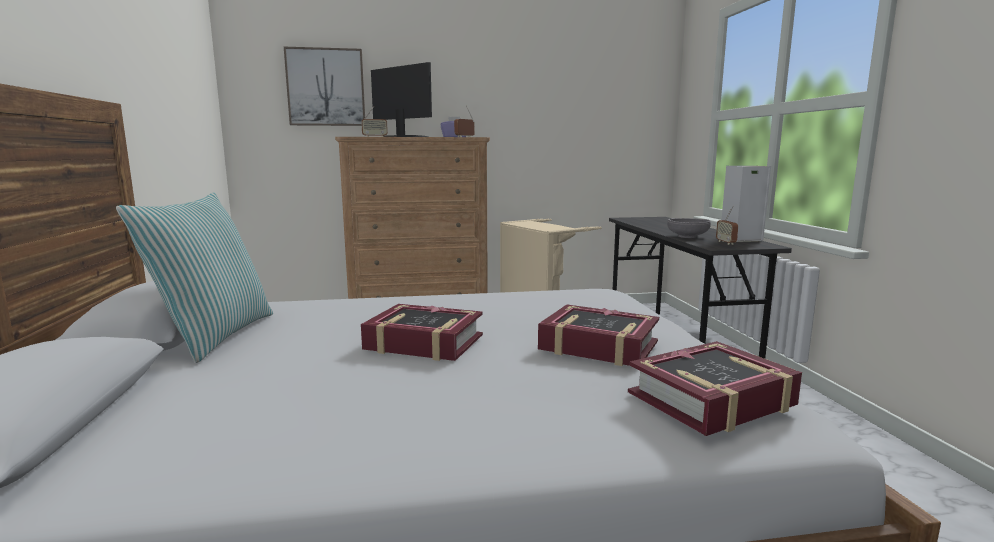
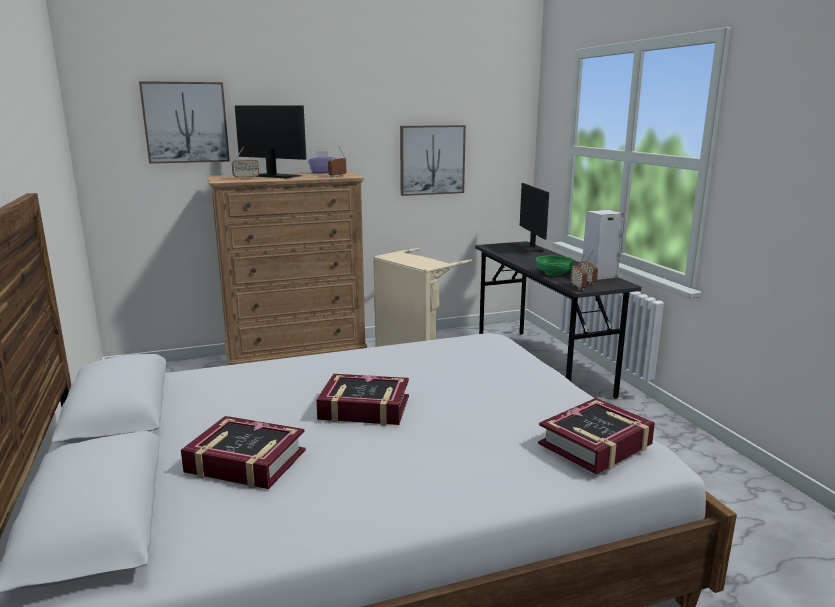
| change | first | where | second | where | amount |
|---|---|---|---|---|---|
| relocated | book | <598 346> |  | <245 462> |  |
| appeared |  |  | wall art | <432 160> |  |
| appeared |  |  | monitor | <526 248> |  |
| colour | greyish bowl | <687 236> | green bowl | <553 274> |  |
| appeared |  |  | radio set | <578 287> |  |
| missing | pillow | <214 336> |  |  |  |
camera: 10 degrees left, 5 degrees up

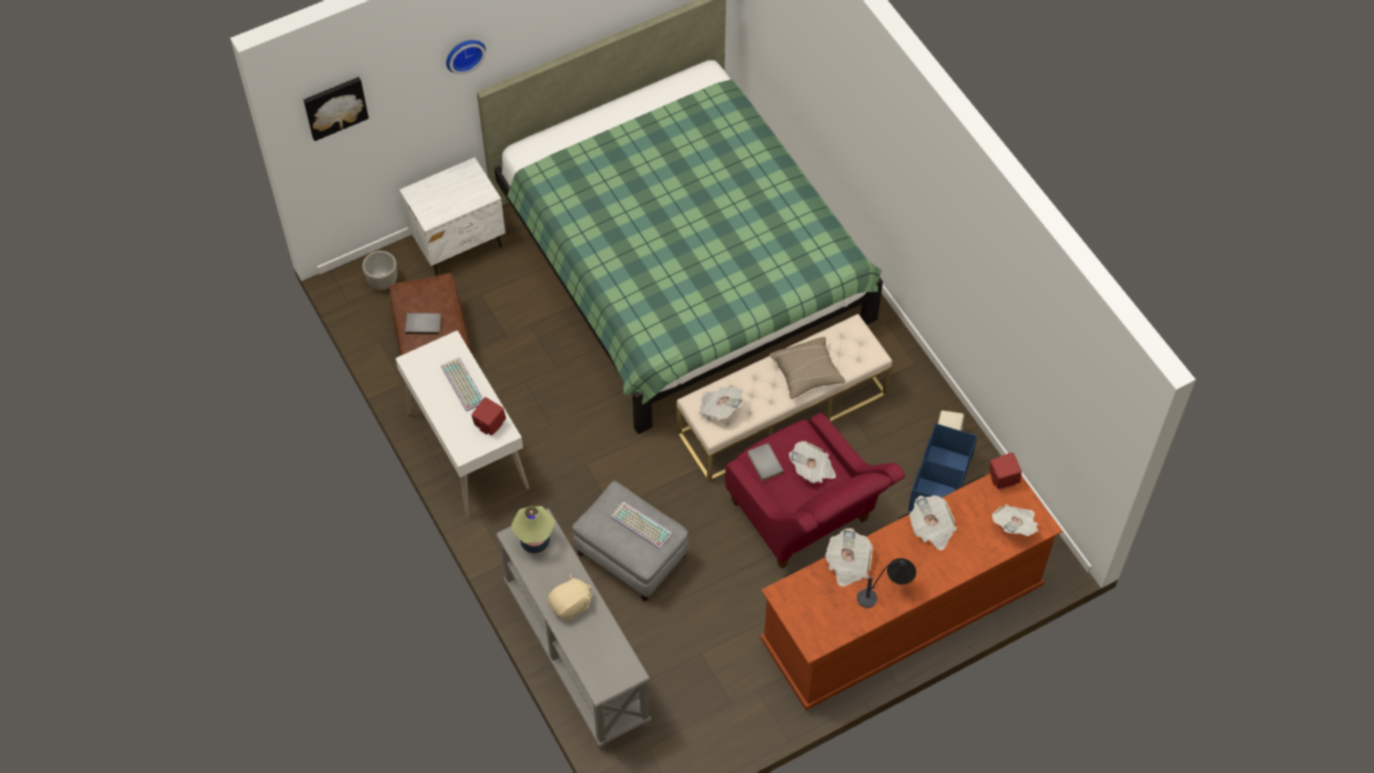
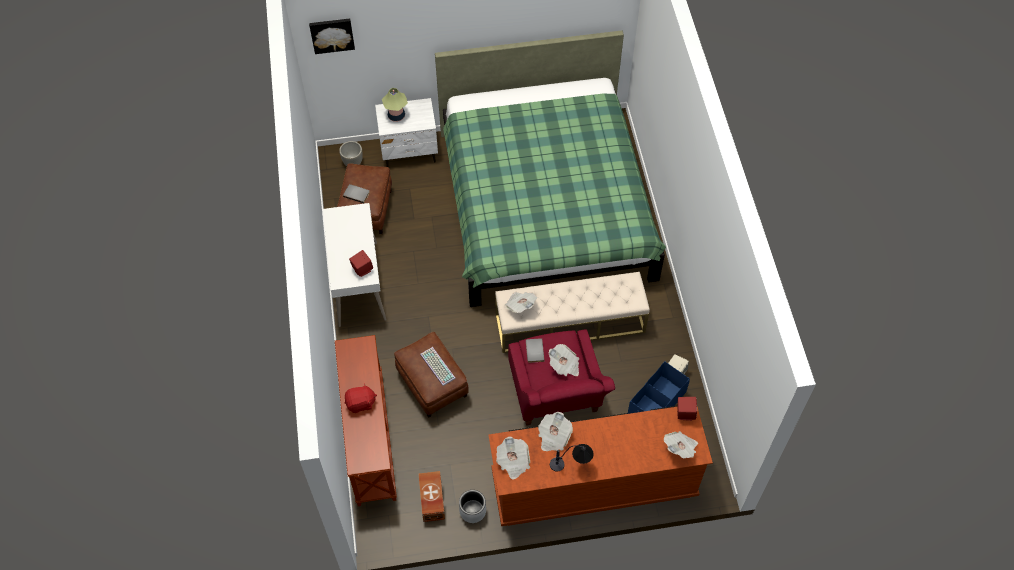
| change | first | where | second | where | amount |
|---|---|---|---|---|---|
| colour | greyish console table | <575 654> | brown-coloured console table | <369 437> |  |
| colour | beige cuddly toy | <571 605> | red cuddly toy | <361 403> |  |
| relocated | tabletop lamp | <535 542> |  | <396 116> |  |
| colour | greyish footrest | <630 555> | brown-coloured footrest | <432 384> |  |
| appeared |  |  | brown-coloured storage bin | <431 501> |  |
| appeared |  |  | greyish plant pot | <472 511> |  |
| relocated | newspaper | <932 529> |  | <513 462> |  |
| missing | PC keyboard | <461 384> |  |  |  |
| missing | hanging clock | <464 54> |  |  |  |
| missing | beige pillow | <807 373> |  |  |  |
camera: 20 degrees right, 0 degrees up

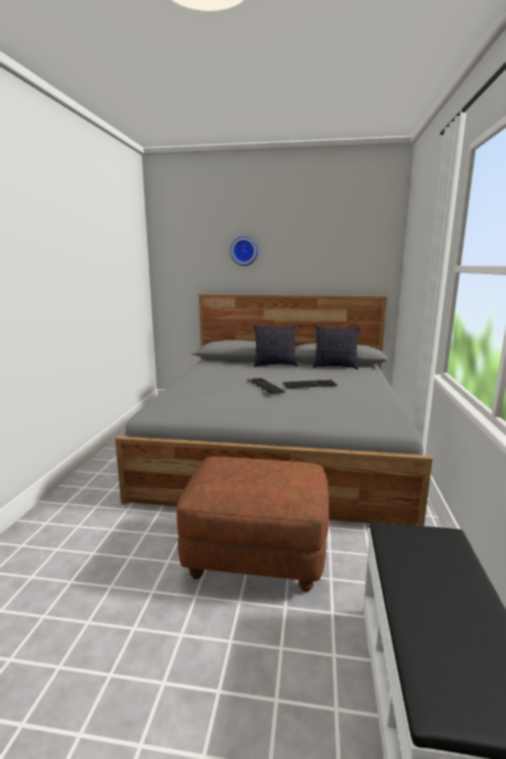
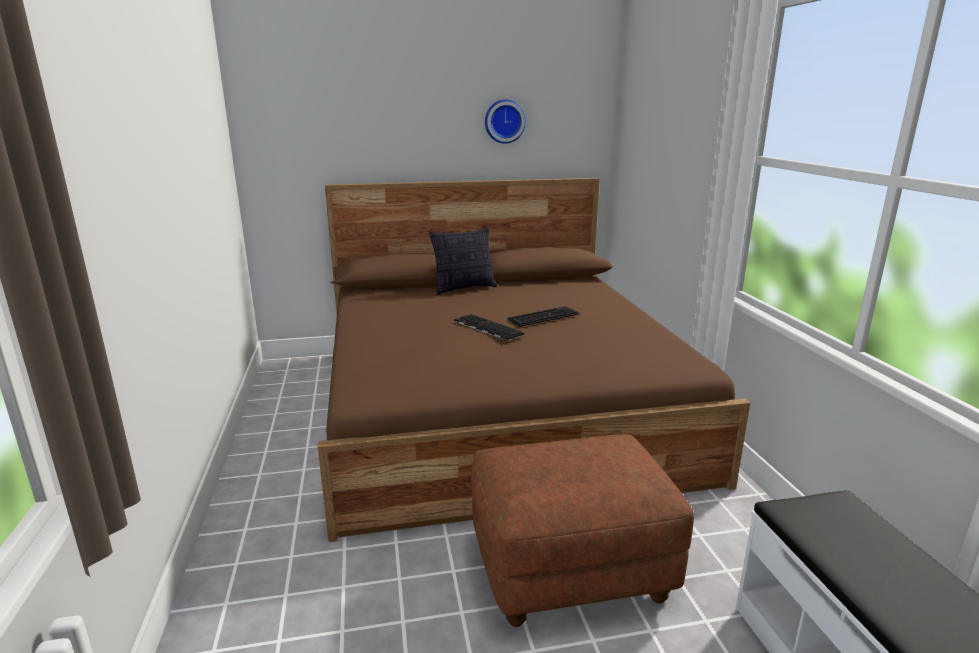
| change | first | where | second | where | amount |
|---|---|---|---|---|---|
| colour | greyish bedroom bed | <279 447> | brown-coloured bedroom bed | <497 407> |  |
| relocated | hanging clock | <244 251> |  | <504 121> |  |
| missing | pillow | <335 367> |  |  |  |
camera: 20 degrees left, 5 degrees up

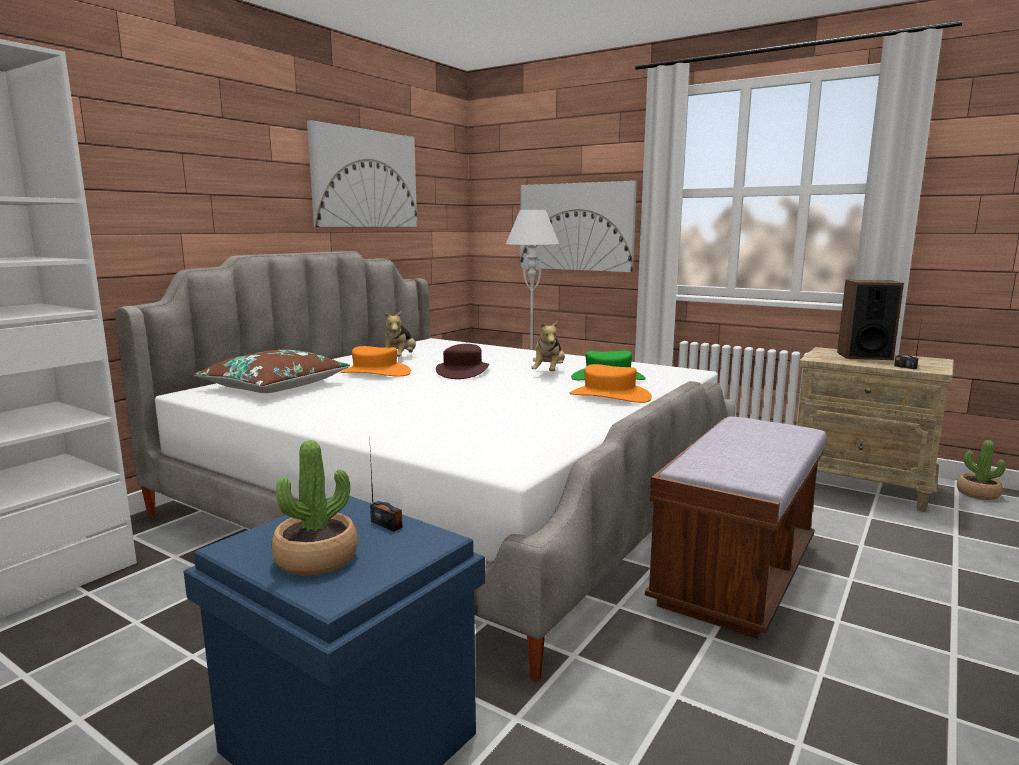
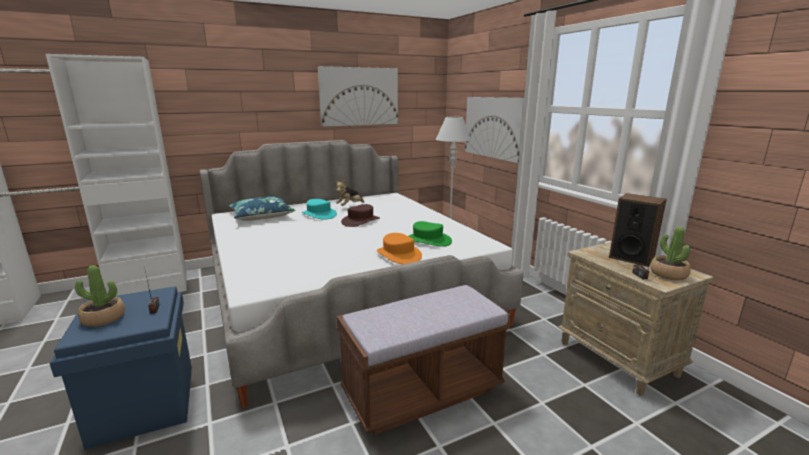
| change | first | where | second | where | amount |
|---|---|---|---|---|---|
| colour | brown-coloured pillow | <275 386> | bluish pillow | <262 216> |  |
| colour | orangey hat | <375 373> | turquoise-coloured hat | <319 214> |  |
| relocated | potted plant | <978 494> |  | <668 274> |  |
| missing | cuddly toy | <549 373> |  |  |  |
camera: 30 degrees right, 5 degrees up

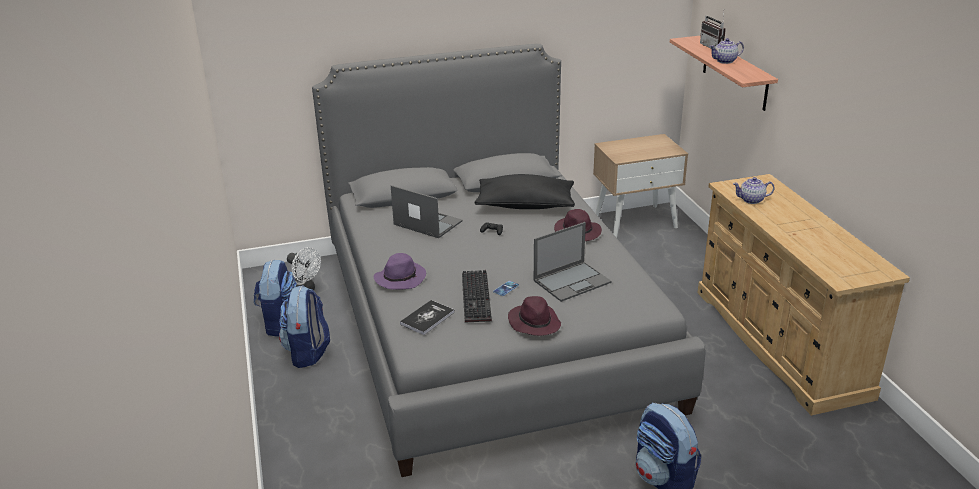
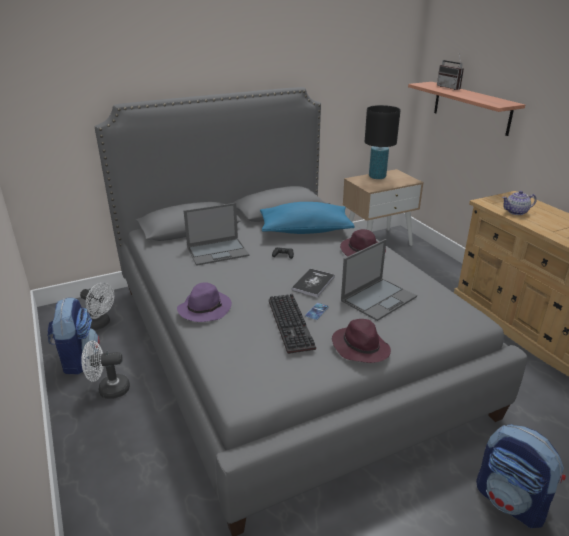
| change | first | where | second | where | amount |
|---|---|---|---|---|---|
| exchanged | backpack | <308 353> | whitish cooling fan | <109 390> |  |
| spun | notebook computer | <427 223> |  | <218 251> | 135 degrees clockwise |
| colour | blackish pillow | <525 205> | bluish pillow | <305 230> |  |
| relocated | book | <427 318> |  | <313 283> |  |
| appeared |  |  | blackish tabletop lamp | <377 177> |  |
| missing | teapot | <725 61> |  |  |  |
camera: 10 degrees left, 0 degrees up

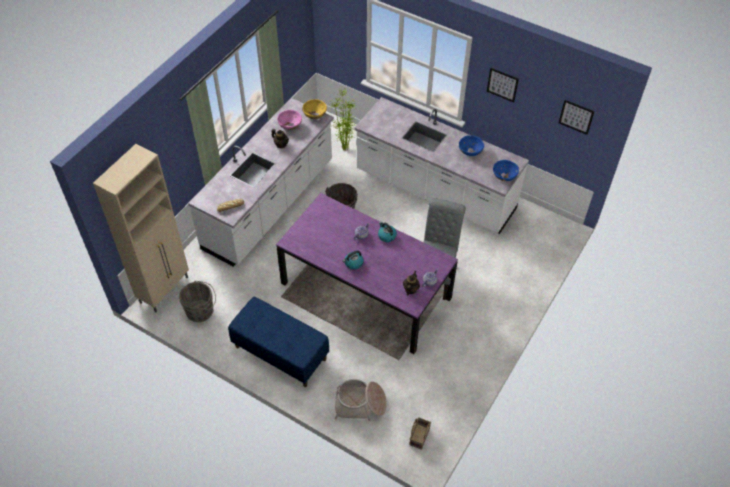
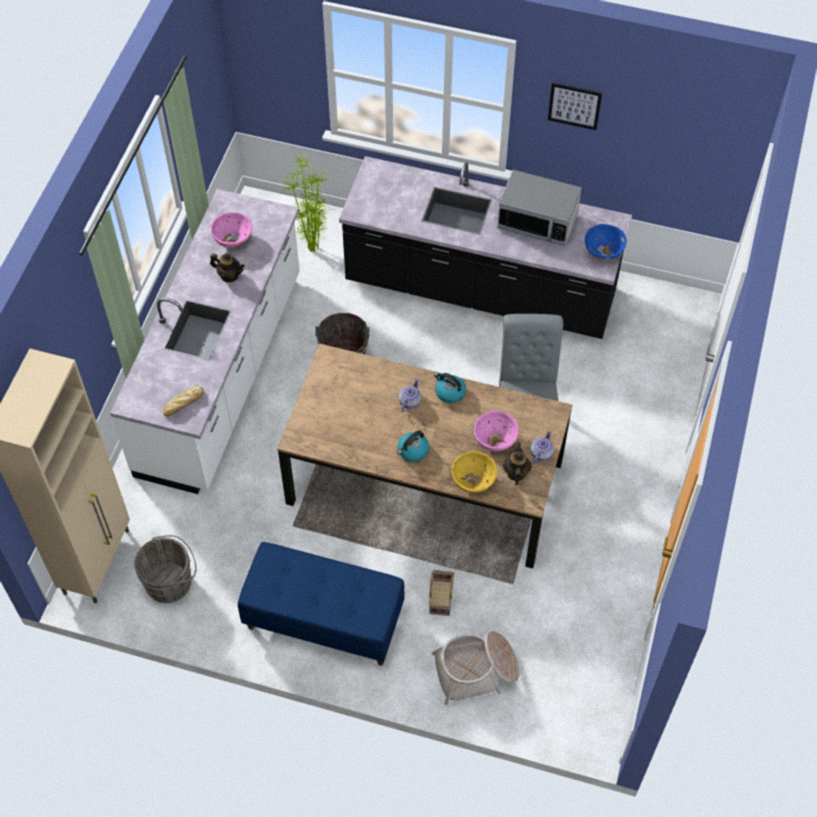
| change | first | where | second | where | amount |
|---|---|---|---|---|---|
| colour | purplish dining table | <365 291> | brown-coloured dining table | <424 483> |  |
| colour | whitish counter | <435 191> | blackish counter | <480 289> |  |
| relocated | household basket | <419 436> |  | <440 597> |  |
| relocated | yellowish bowl | <315 116> |  | <473 481> |  |
| appeared |  |  | pink-coloured bowl | <495 440> |  |
| exchanged | bluish bowl | <470 152> | microwave oven | <537 221> |  |
| missing | wall art | <576 117> |  |  |  |
camera: 15 degrees left, 5 degrees up

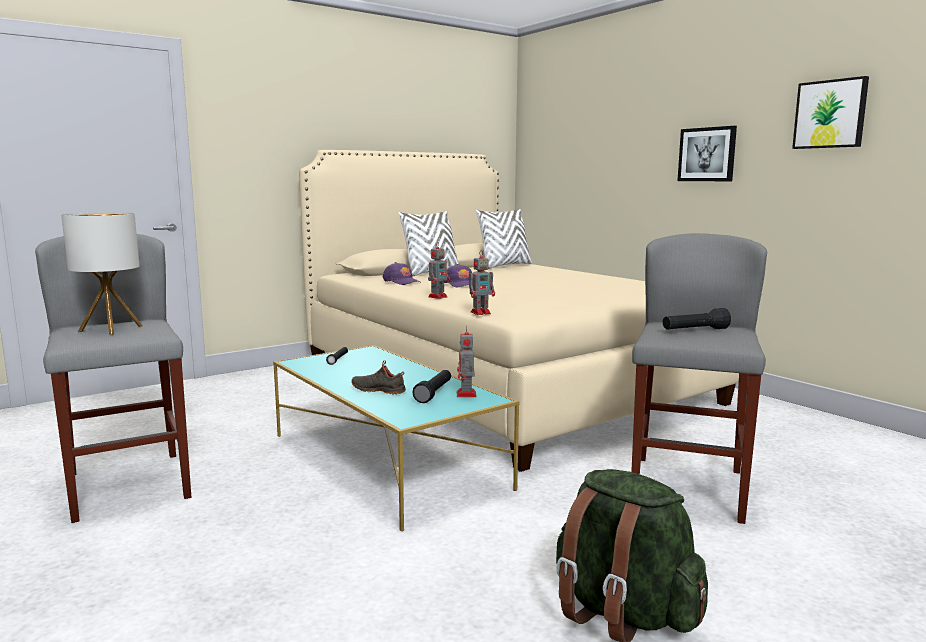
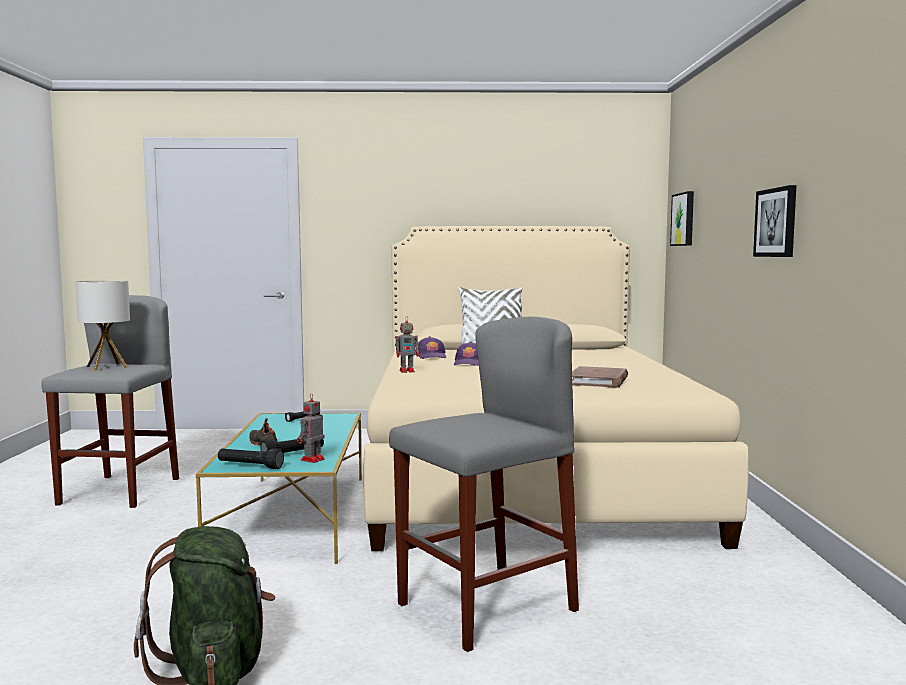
| change | first | where | second | where | amount |
|---|---|---|---|---|---|
| relocated | blackish hand torch | <694 330> |  | <250 466> |  |
| appeared |  |  | brown-coloured book | <598 381> |  |
| relocated | wall art | <830 114> |  | <684 219> |  |
| missing | robot figure | <481 313> |  |  |  |
| missing | whitish pillow | <504 266> |  |  |  |
camera: 35 degrees right, 5 degrees down

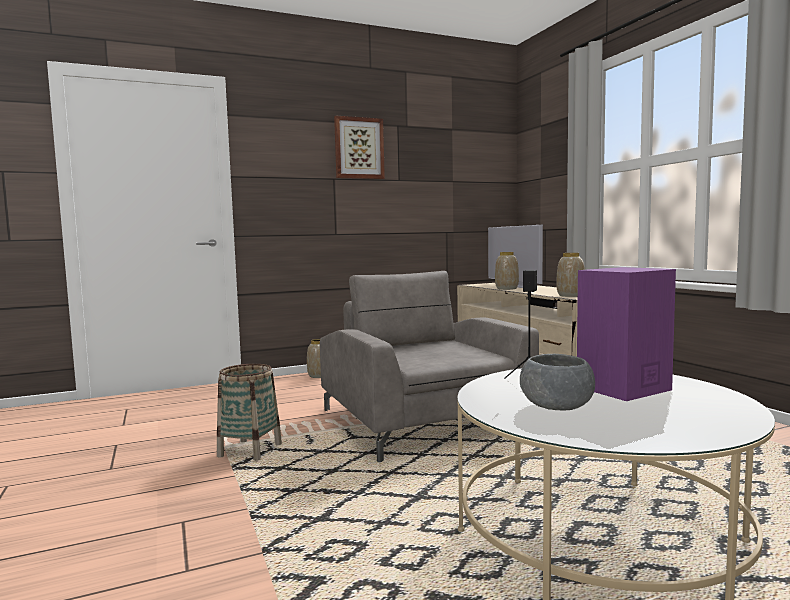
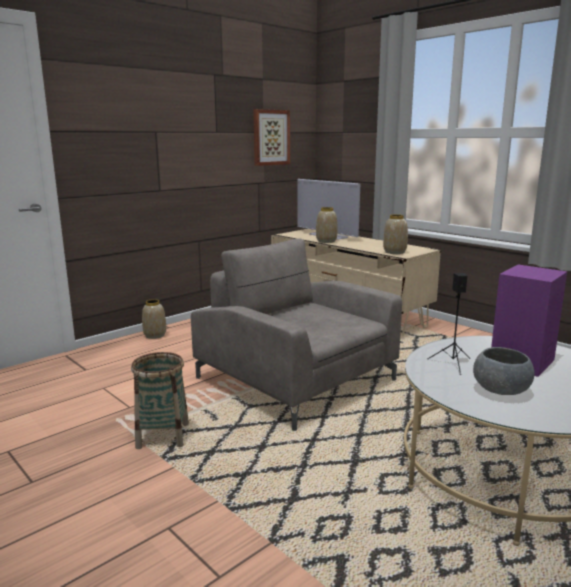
| change | first | where | second | where | amount |
|---|---|---|---|---|---|
| relocated | wall art | <359 148> |  | <271 137> |  |
camera: 20 degrees left, 10 degrees up

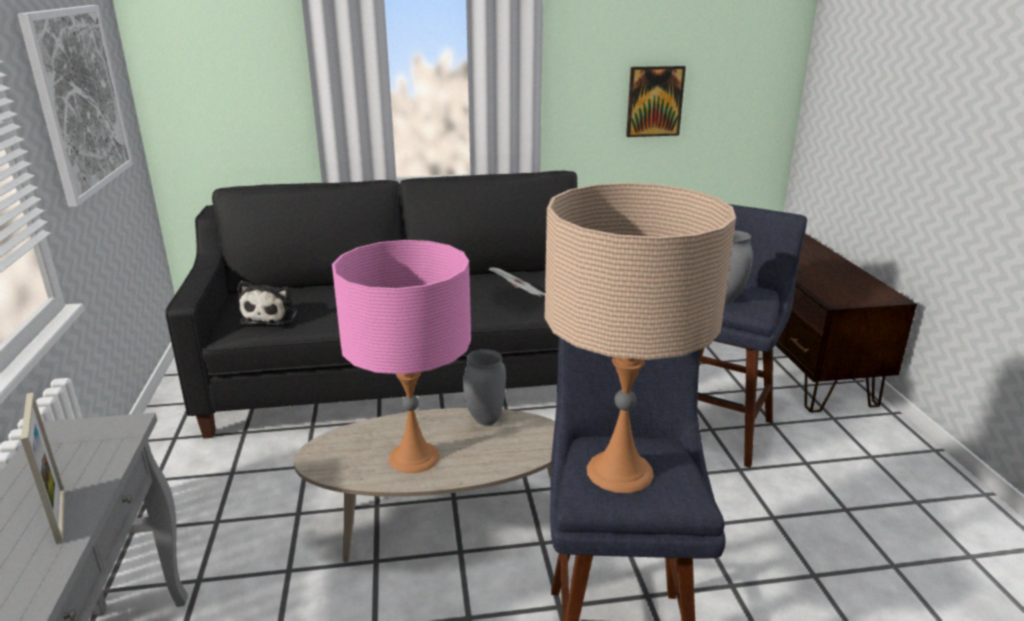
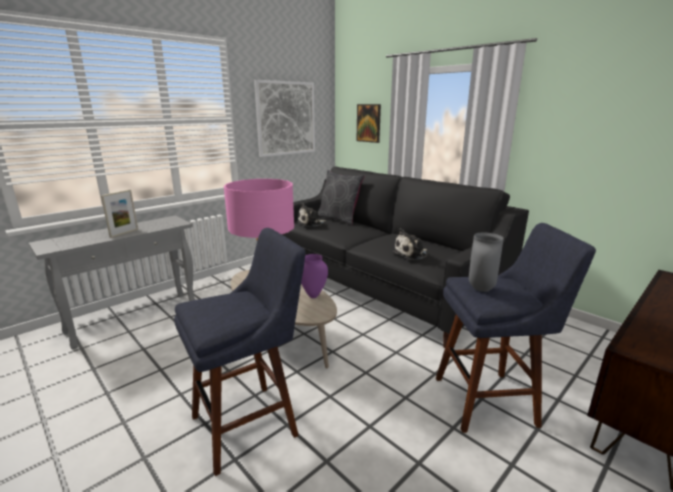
| change | first | where | second | where | amount |
|---|---|---|---|---|---|
| colour | greyish vase | <484 420> | purplish vase | <313 295> |  |
| appeared |  |  | greyish pillow | <339 219> |  |
| relocated | wall art | <654 101> |  | <368 123> |  |
| exchanged | newspaper | <520 298> | cuddly toy | <411 254> |  |
| missing | beige tabletop lamp | <619 471> |  |  |  |
camera: 55 degrees right, 5 degrees down

